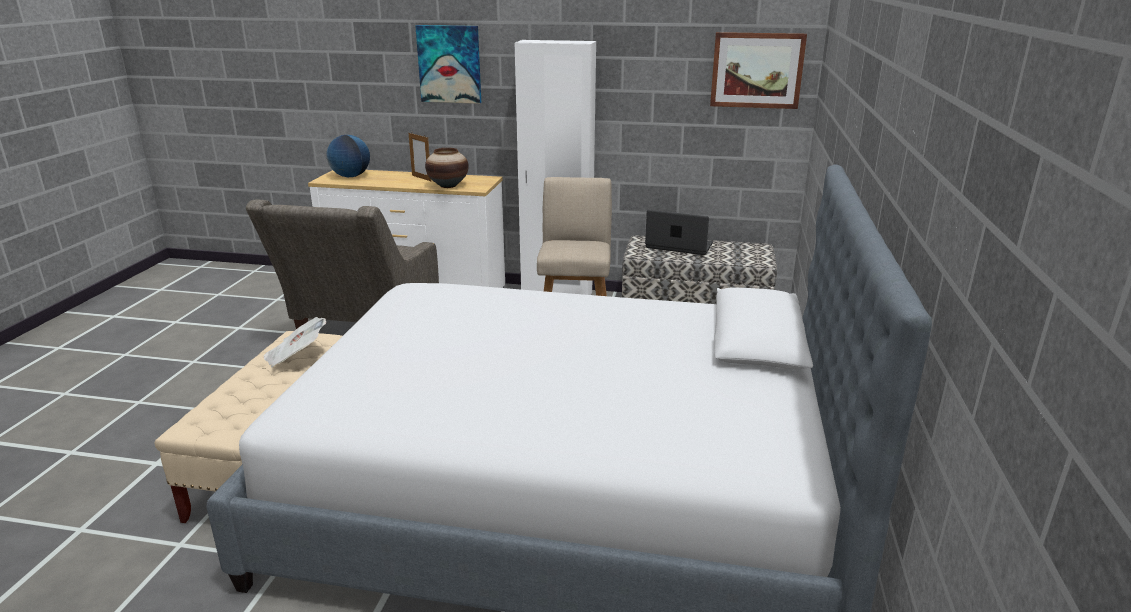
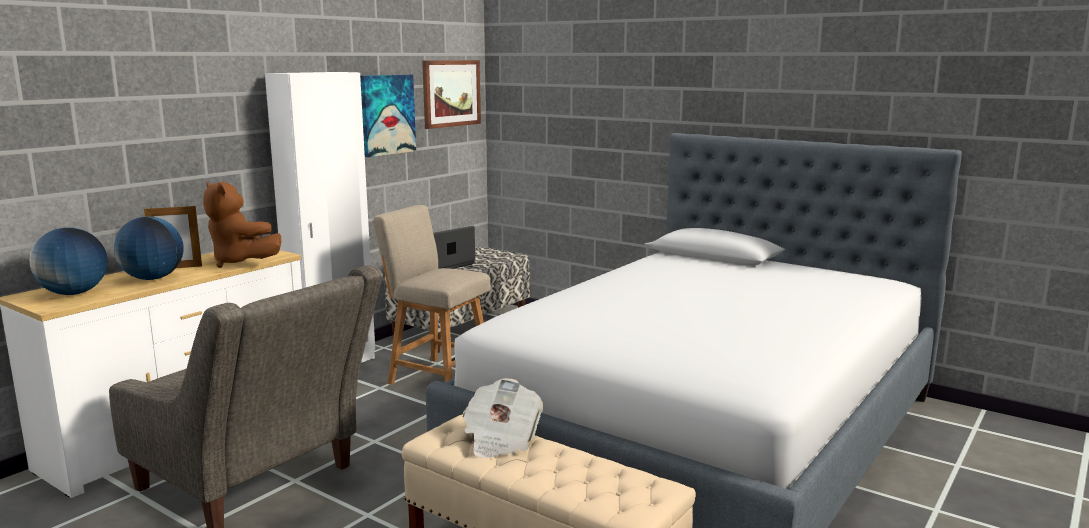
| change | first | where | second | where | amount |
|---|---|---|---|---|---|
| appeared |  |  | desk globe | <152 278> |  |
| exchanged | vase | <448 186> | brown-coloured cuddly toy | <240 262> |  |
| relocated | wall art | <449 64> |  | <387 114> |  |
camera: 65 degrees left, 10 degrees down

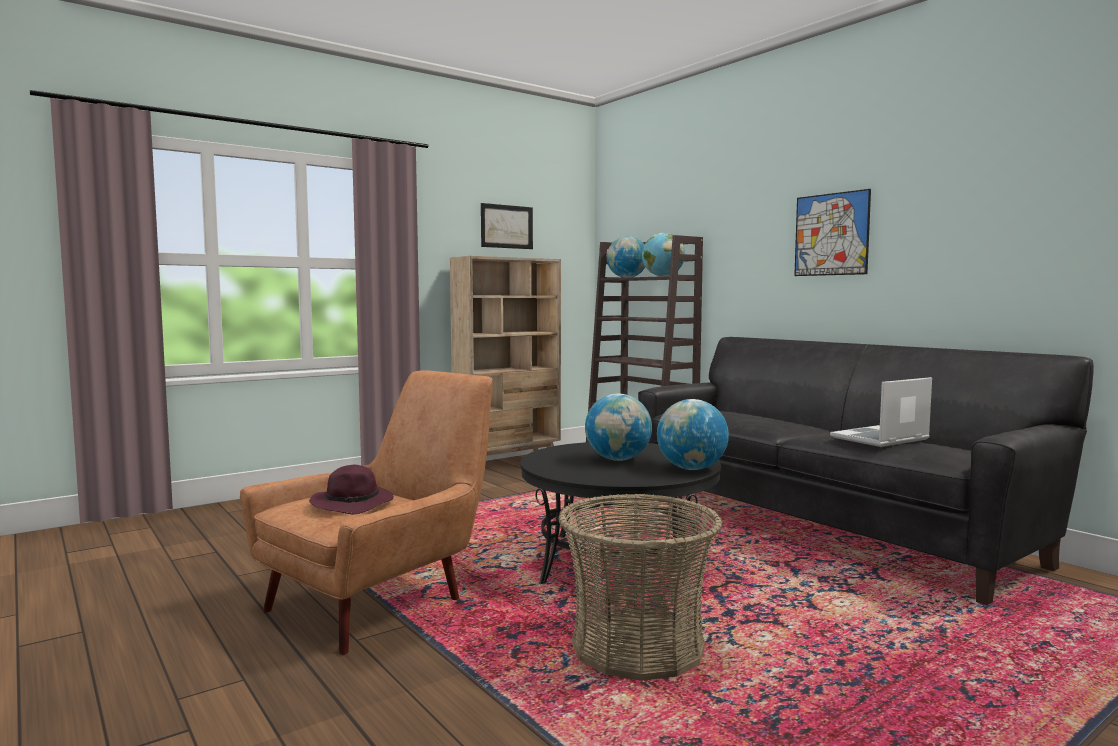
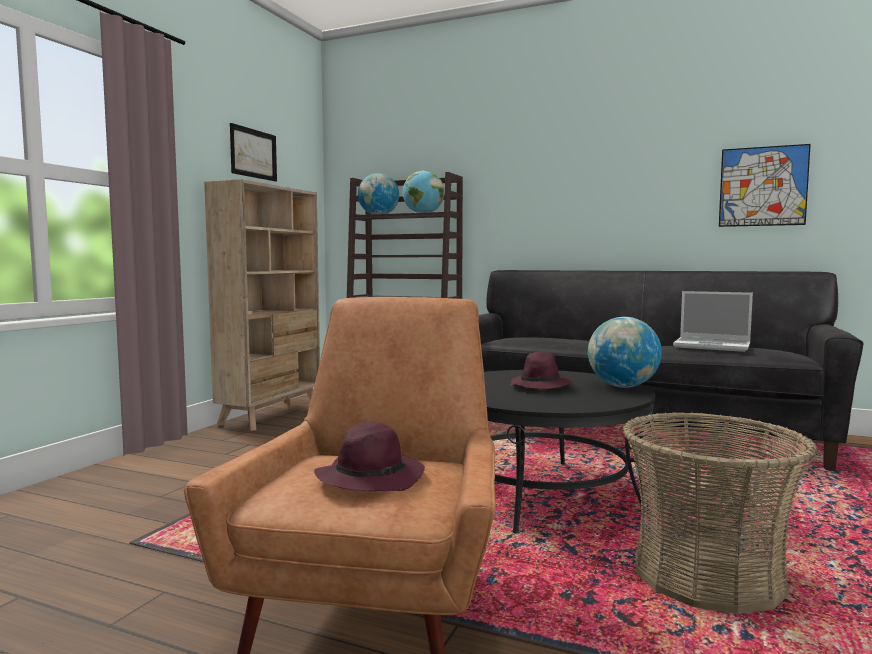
| change | first | where | second | where | amount |
|---|---|---|---|---|---|
| exchanged | desk globe | <618 459> | purplish hat | <541 386> |  |
| spun | notebook computer | <880 439> |  | <713 346> | 90 degrees counterclockwise |
| relocated | wall art | <831 234> |  | <763 186> |  |
camera: 30 degrees left, 0 degrees up

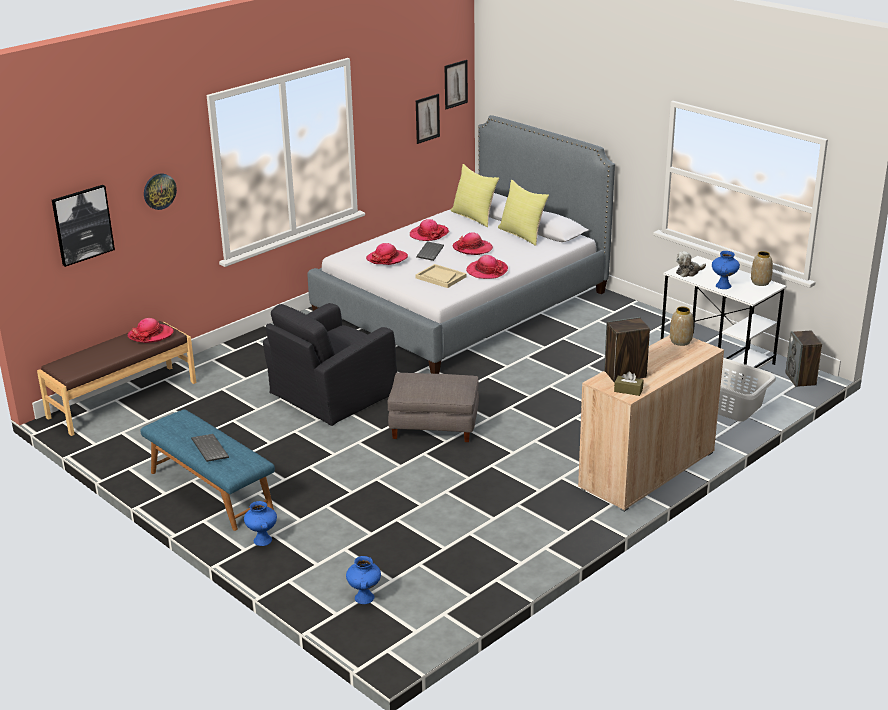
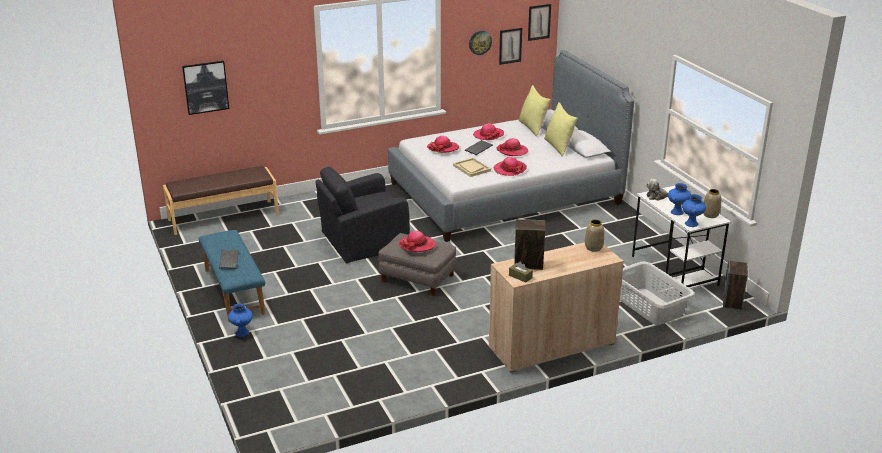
| change | first | where | second | where | amount |
|---|---|---|---|---|---|
| relocated | hat | <151 335> |  | <417 245> |  |
| relocated | hanging clock | <159 191> |  | <480 42> |  |
| relocated | bluish vase | <365 598> |  | <691 224> |  |
camera: 20 degrees right, 0 degrees up

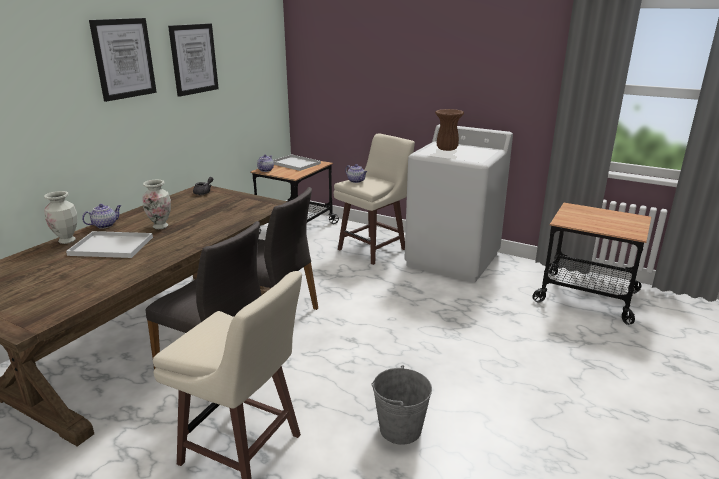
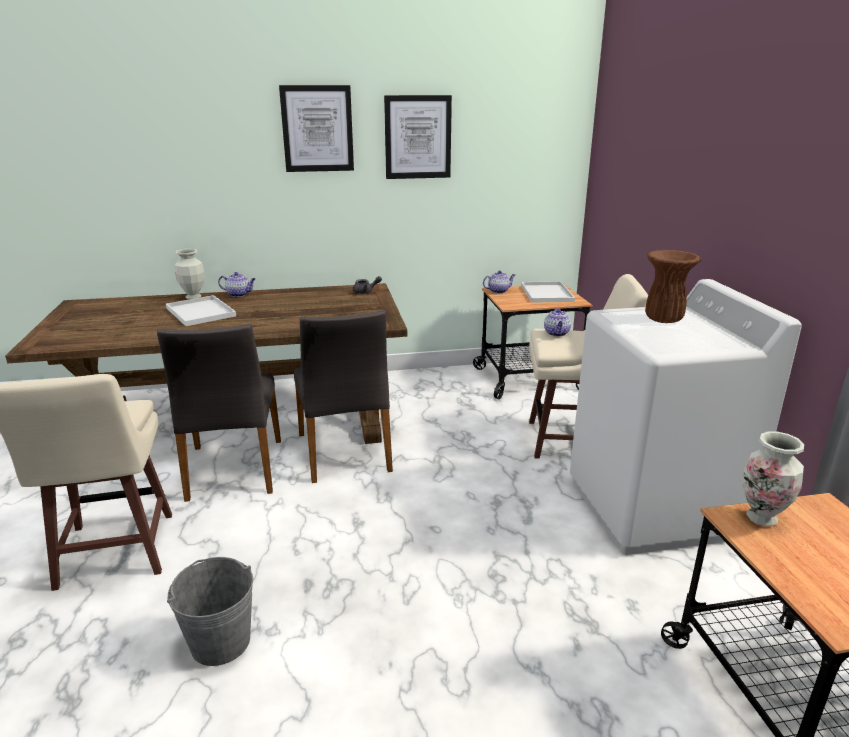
| change | first | where | second | where | amount |
|---|---|---|---|---|---|
| relocated | vase | <160 226> |  | <761 518> |  |
camera: 50 degrees right, 0 degrees up

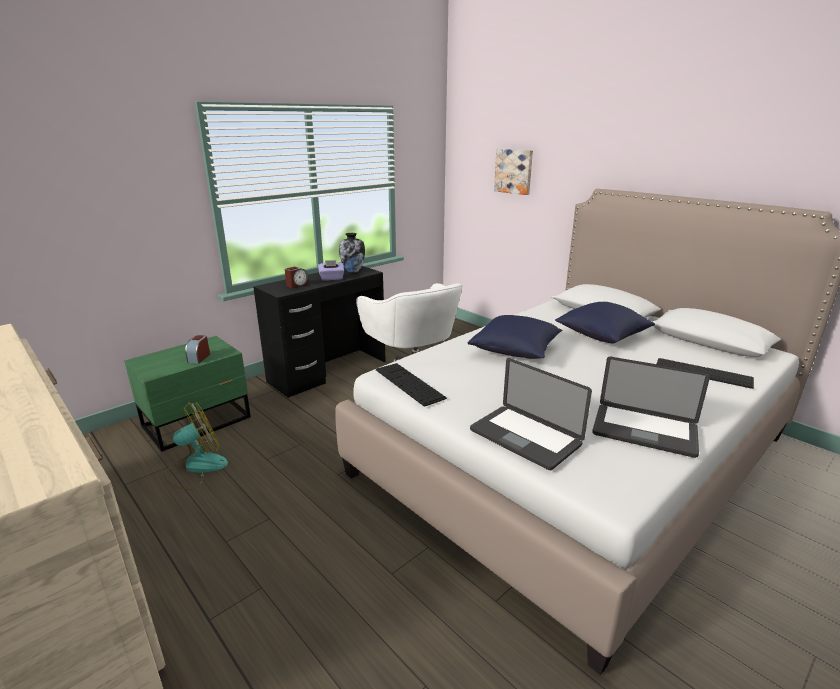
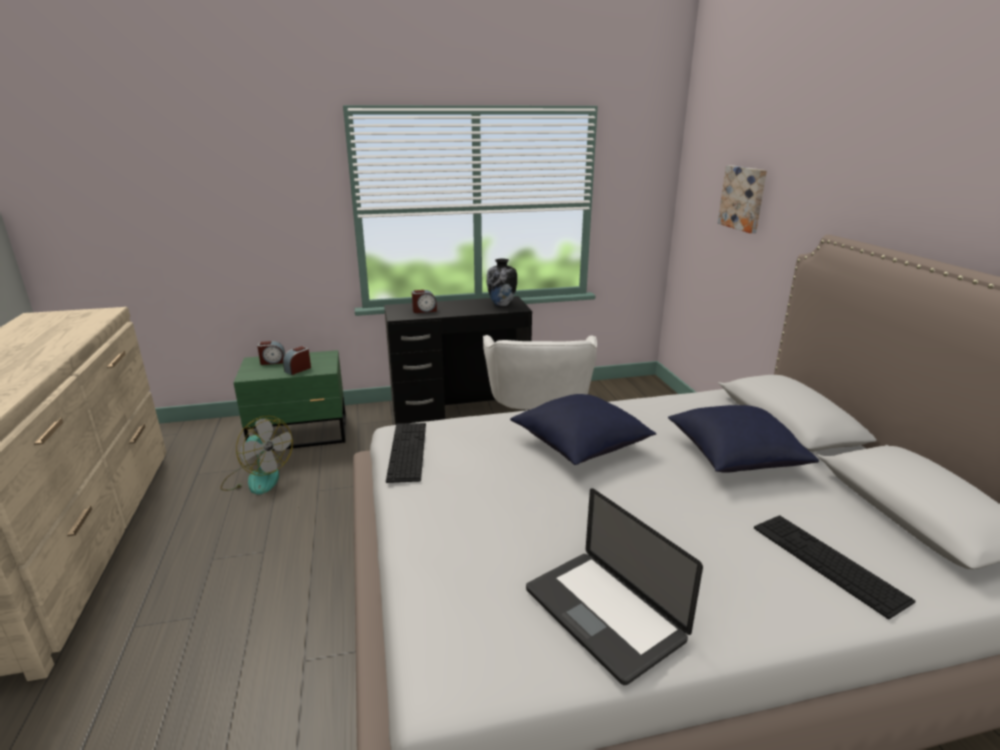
| change | first | where | second | where | amount |
|---|---|---|---|---|---|
| spun | cooling fan | <196 467> |  | <258 478> | 45 degrees clockwise |
| appeared |  |  | bedside clock | <273 362> |  |
| missing | purplish box of tissues | <331 278> |  |  |  |
| missing | notebook computer | <525 438> |  |  |  |
camera: 30 degrees right, 0 degrees up

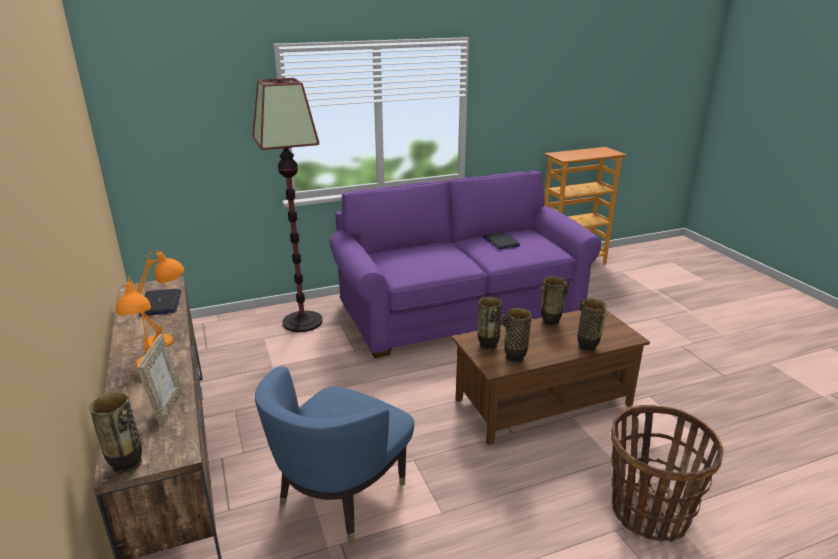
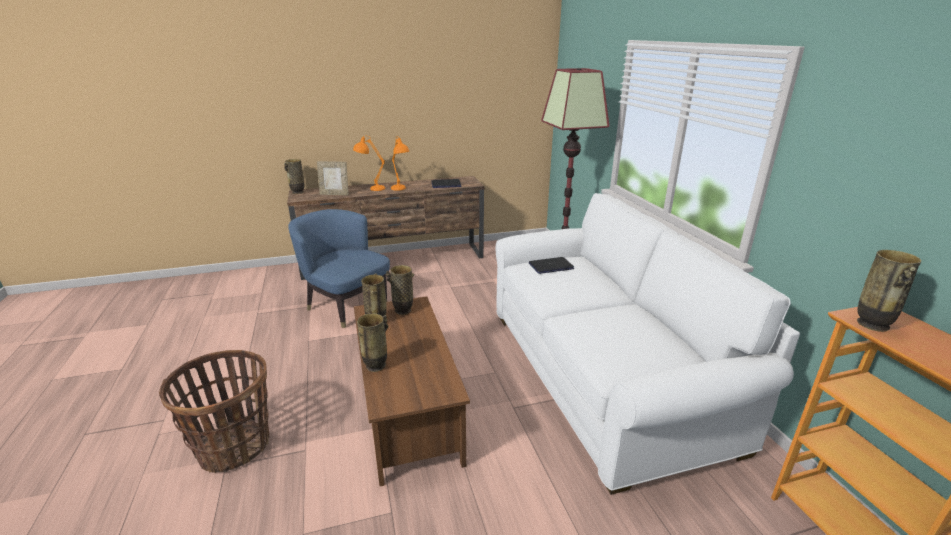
| change | first | where | second | where | amount |
|---|---|---|---|---|---|
| colour | purplish settee | <460 310> | whitish settee | <601 375> |  |
| relocated | notebook computer | <500 241> |  | <551 266> |  |
| relocated | vase | <550 322> |  | <872 325> |  |
camera: 95 degrees right, 0 degrees up

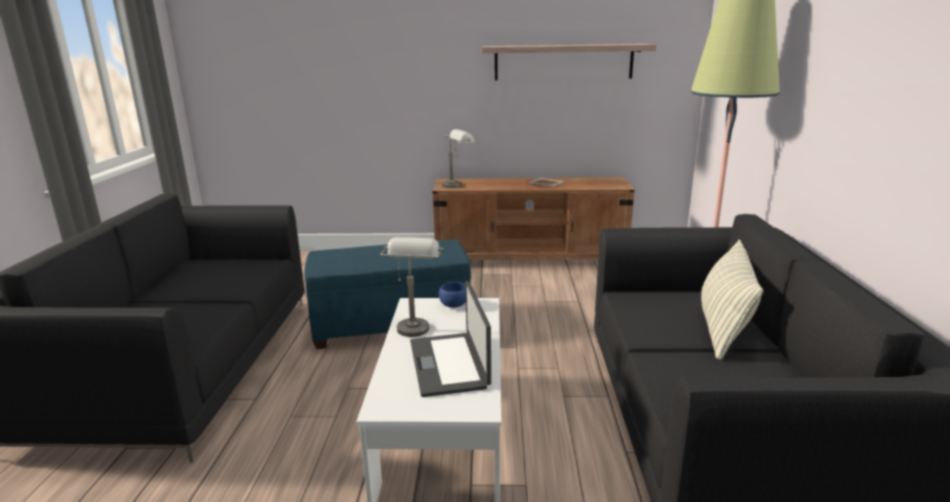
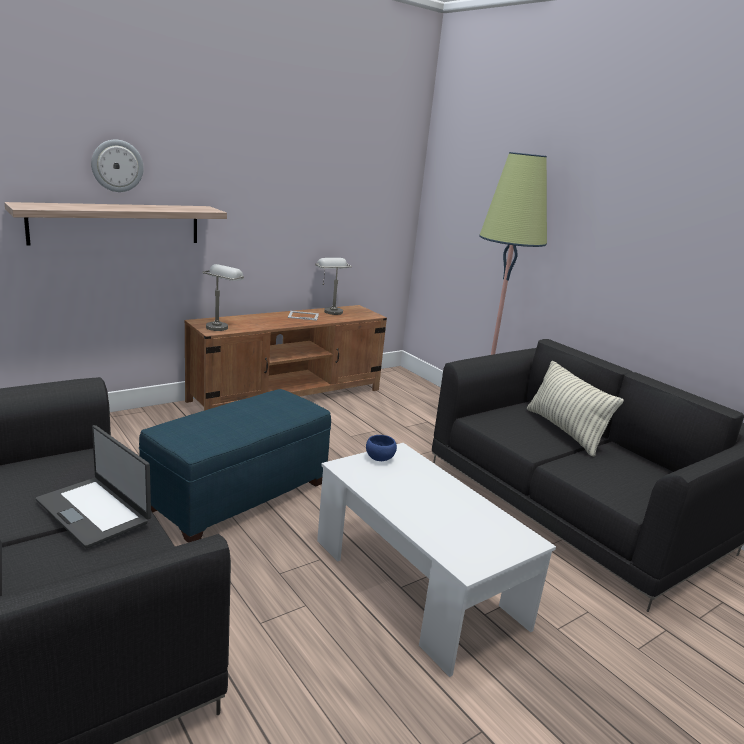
| change | first | where | second | where | amount |
|---|---|---|---|---|---|
| relocated | wall shelf | <563 62> |  | <116 224> |  |
| relocated | notebook computer | <449 364> |  | <94 511> |  |
| appeared |  |  | hanging clock | <117 166> |  |
| relocated | greyish tabletop lamp | <414 323> |  | <330 310> |  |
camera: 40 degrees left, 0 degrees up

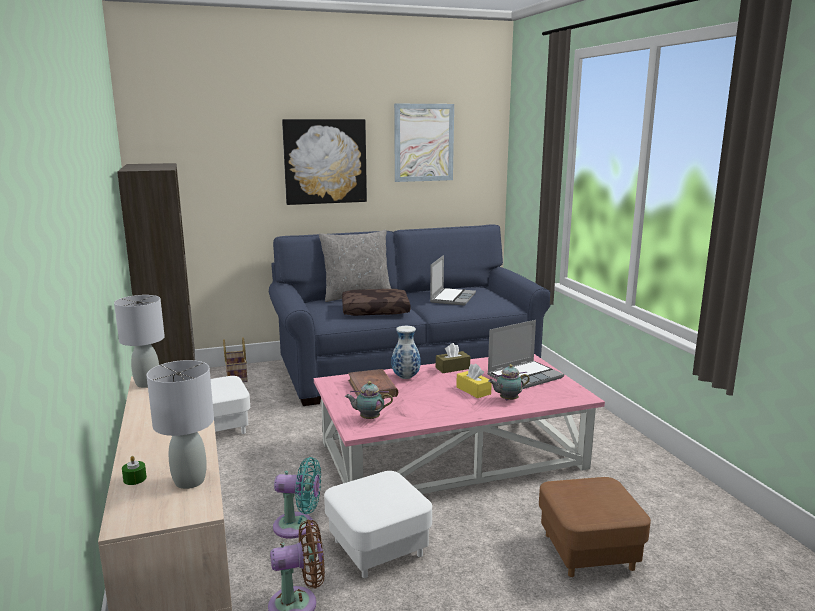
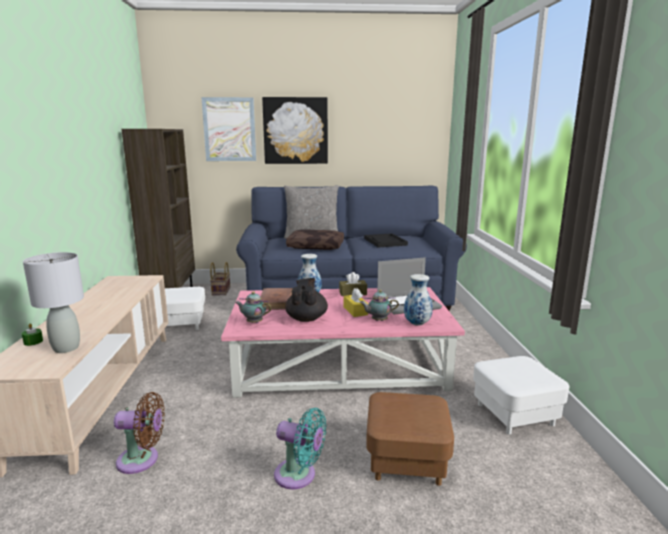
| change | first | where | second | where | amount |
|---|---|---|---|---|---|
| relocated | wall art | <423 142> |  | <229 129> |  |
| relocated | turquoise-coloured cooling fan | <298 526> |  | <299 475> |  |
| appeared |  |  | blackish teapot | <306 318> |  |
| exchanged | notebook computer | <452 298> | blackish carrying tray | <385 242> |  |
| appeared |  |  | vase | <416 324> |  |
| relocated | whitish footrest | <378 548> |  | <514 414> |  |
| missing | greyish tabletop lamp | <147 384> |  |  |  |
camera: 15 degrees right, 0 degrees up

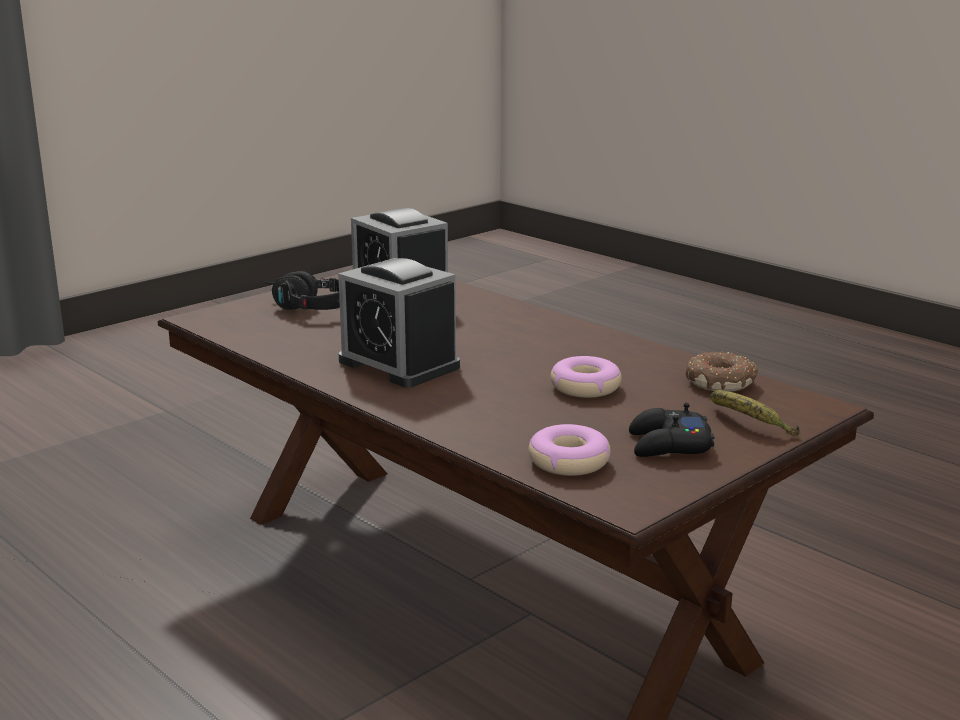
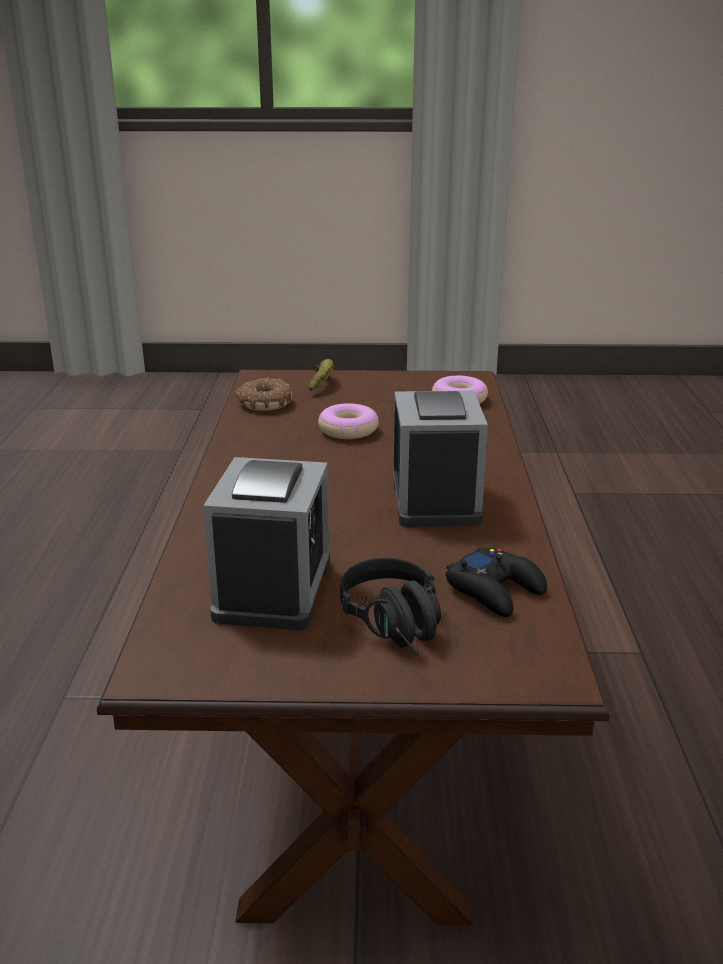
| change | first | where | second | where | amount |
|---|---|---|---|---|---|
| relocated | blackish game controller | <668 445> |  | <496 590> |  |
camera: 135 degrees left, 5 degrees up

